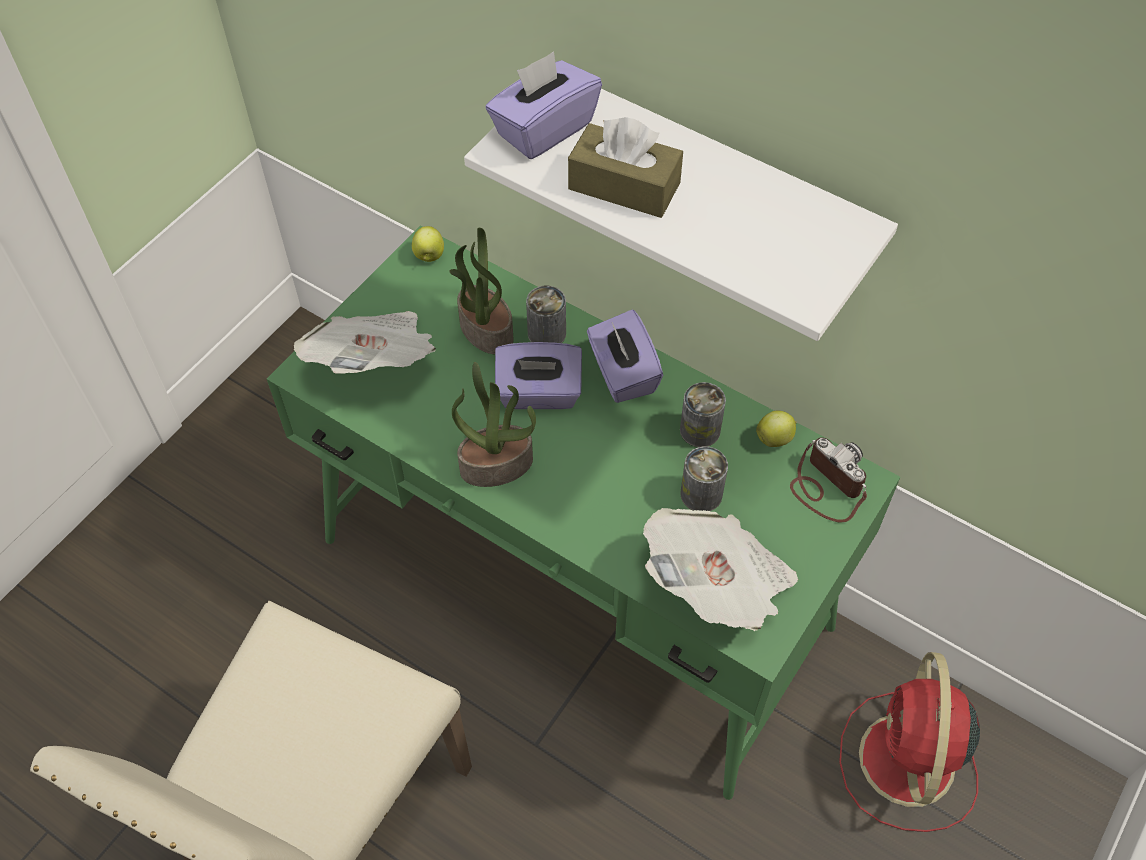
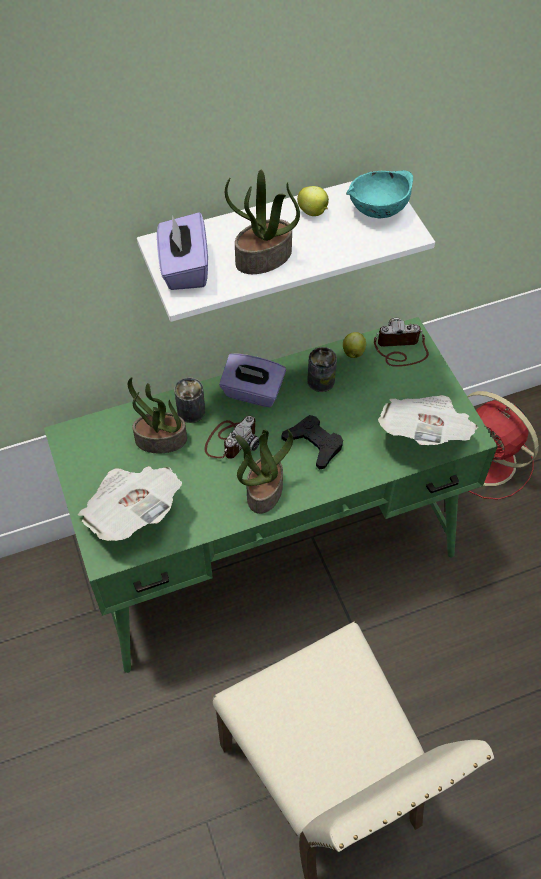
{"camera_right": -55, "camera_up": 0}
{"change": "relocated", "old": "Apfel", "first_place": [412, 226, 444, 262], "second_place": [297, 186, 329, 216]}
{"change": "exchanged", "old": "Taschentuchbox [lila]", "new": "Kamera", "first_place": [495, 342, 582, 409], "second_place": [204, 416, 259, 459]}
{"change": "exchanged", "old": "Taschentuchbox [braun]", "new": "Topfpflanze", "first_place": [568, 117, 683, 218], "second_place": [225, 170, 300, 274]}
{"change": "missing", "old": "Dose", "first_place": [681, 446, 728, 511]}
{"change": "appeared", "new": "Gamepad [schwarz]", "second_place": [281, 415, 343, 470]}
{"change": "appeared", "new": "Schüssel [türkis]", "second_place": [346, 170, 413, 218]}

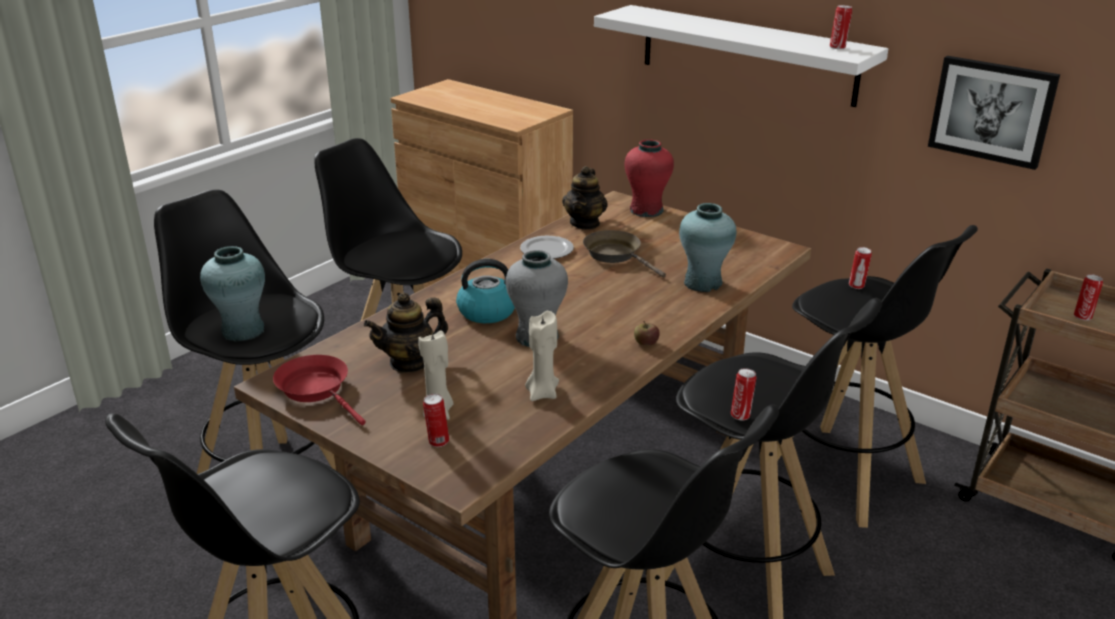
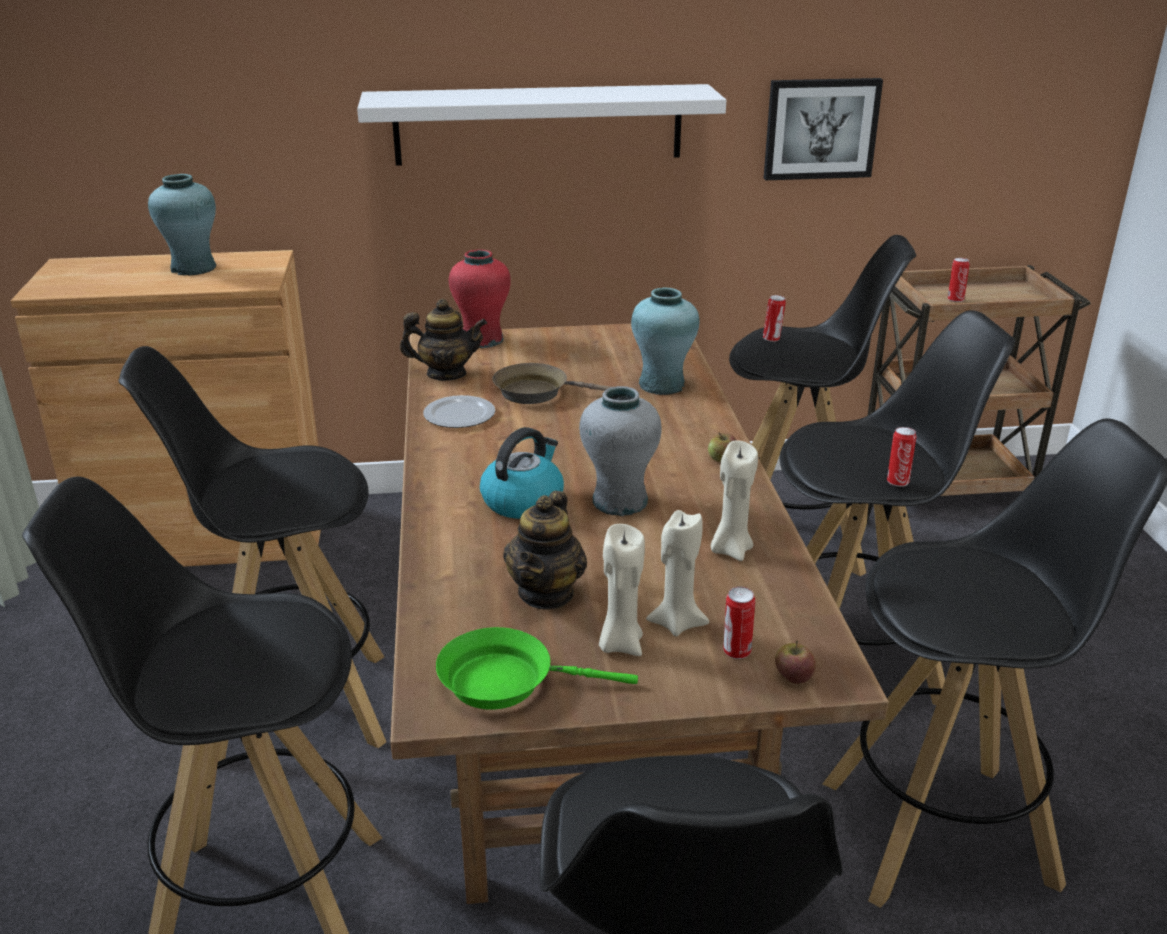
{"camera_right": -45, "camera_up": 0}
{"change": "relocated", "old": "Vase [türkis]", "first_place": [200, 246, 265, 341], "second_place": [148, 174, 216, 276]}
{"change": "colour", "old": "Pfanne [rot]", "new": "Pfanne [grün]", "first_place": [273, 355, 366, 425], "second_place": [436, 627, 638, 710]}
{"change": "spun", "old": "Teekanne", "first_place": [562, 166, 608, 230], "second_place": [400, 299, 487, 381], "degrees": -60}
{"change": "missing", "old": "Dose", "first_place": [830, 5, 852, 49]}
{"change": "appeared", "new": "Kerze [beige]", "second_place": [599, 524, 645, 656]}
{"change": "appeared", "new": "Apfel", "second_place": [775, 641, 816, 684]}

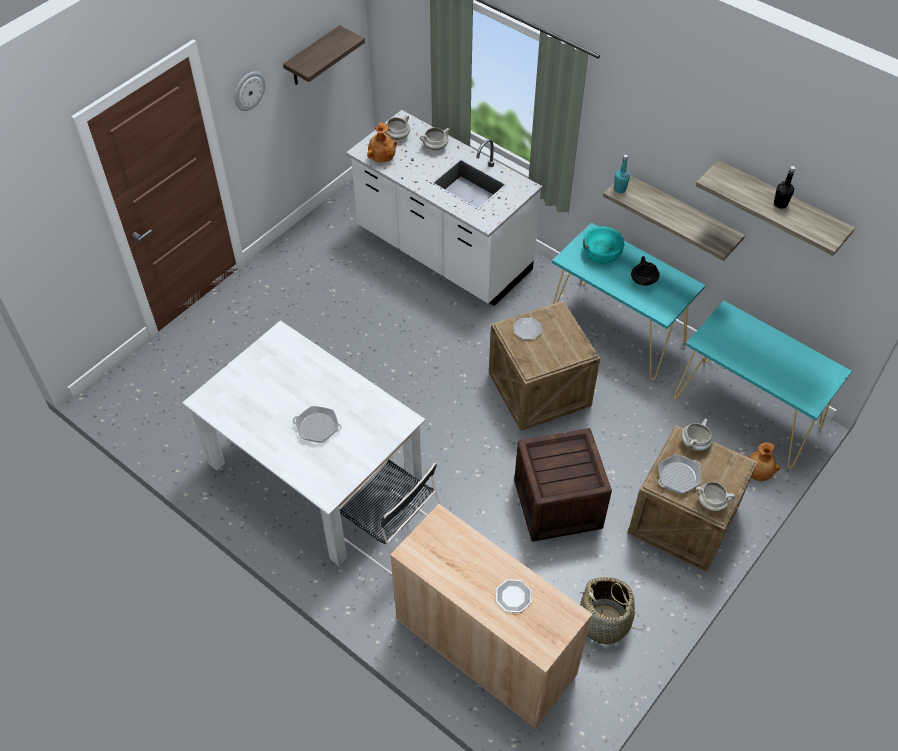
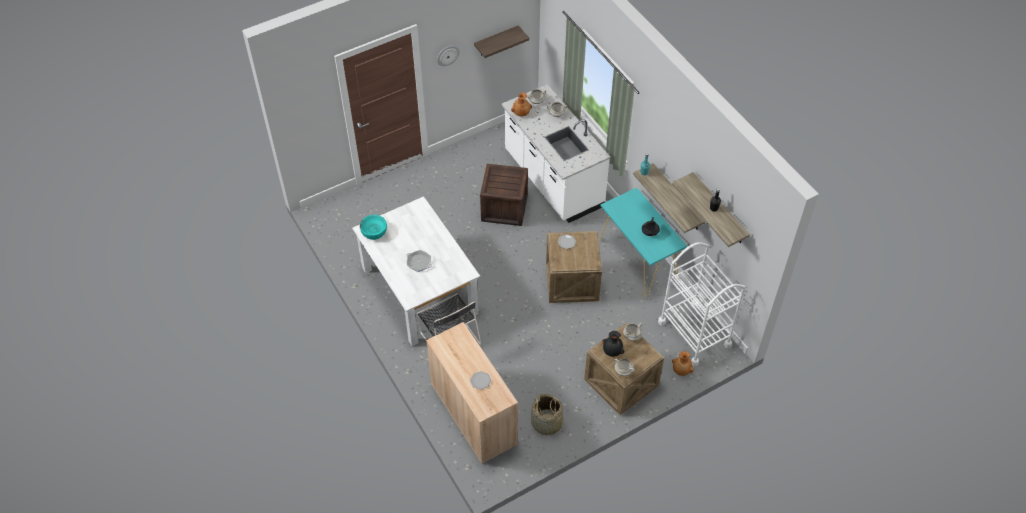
{"camera_right": 20, "camera_up": 0}
{"change": "relocated", "old": "Kiste", "first_place": [514, 428, 612, 542], "second_place": [480, 164, 528, 226]}
{"change": "relocated", "old": "Schüssel [türkis]", "first_place": [583, 227, 625, 264], "second_place": [360, 215, 387, 240]}
{"change": "exchanged", "old": "Pfanne", "new": "Vase [schwarz]", "first_place": [658, 454, 701, 494], "second_place": [603, 331, 624, 357]}
{"change": "exchanged", "old": "Konsolentisch [türkis]", "new": "Rollwagen [weiß]", "first_place": [674, 301, 852, 468], "second_place": [658, 242, 746, 366]}

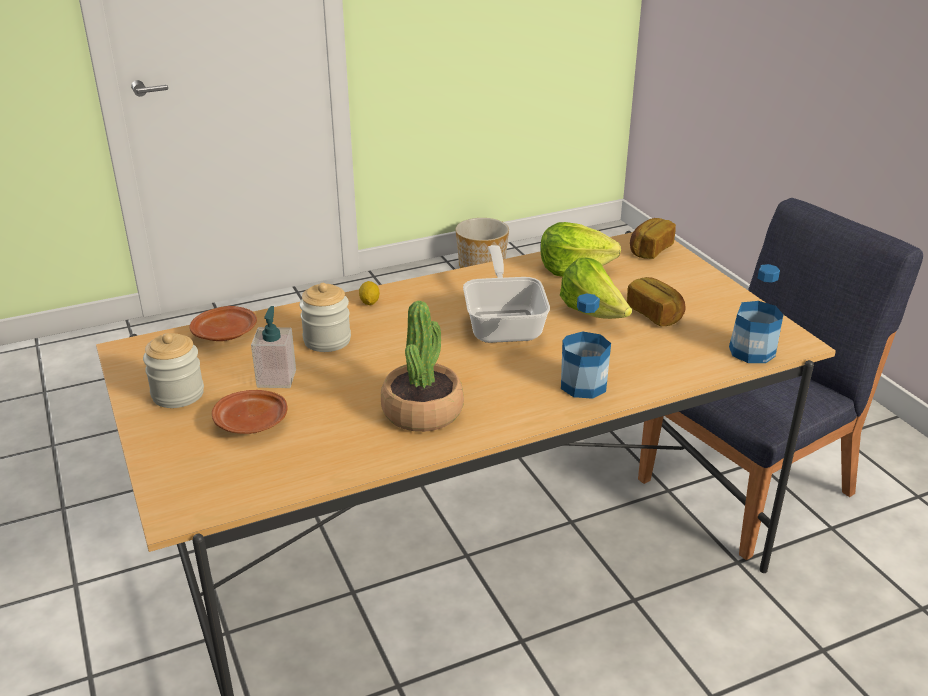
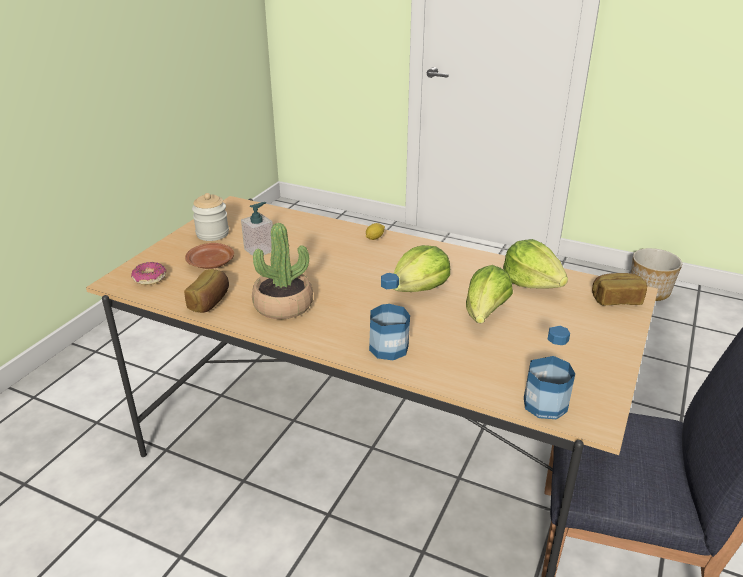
{"camera_right": 50, "camera_up": 0}
{"change": "missing", "old": "Teller [braun]", "first_place": [189, 306, 257, 341]}
{"change": "missing", "old": "Vorratsglas", "first_place": [299, 283, 351, 352]}
{"change": "exchanged", "old": "Pfanne", "new": "Salatkopf", "first_place": [463, 245, 550, 343], "second_place": [394, 245, 450, 292]}
{"change": "relocated", "old": "Brot", "first_place": [627, 277, 686, 326], "second_place": [184, 269, 229, 313]}
{"change": "appeared", "new": "Donut", "second_place": [131, 262, 167, 285]}

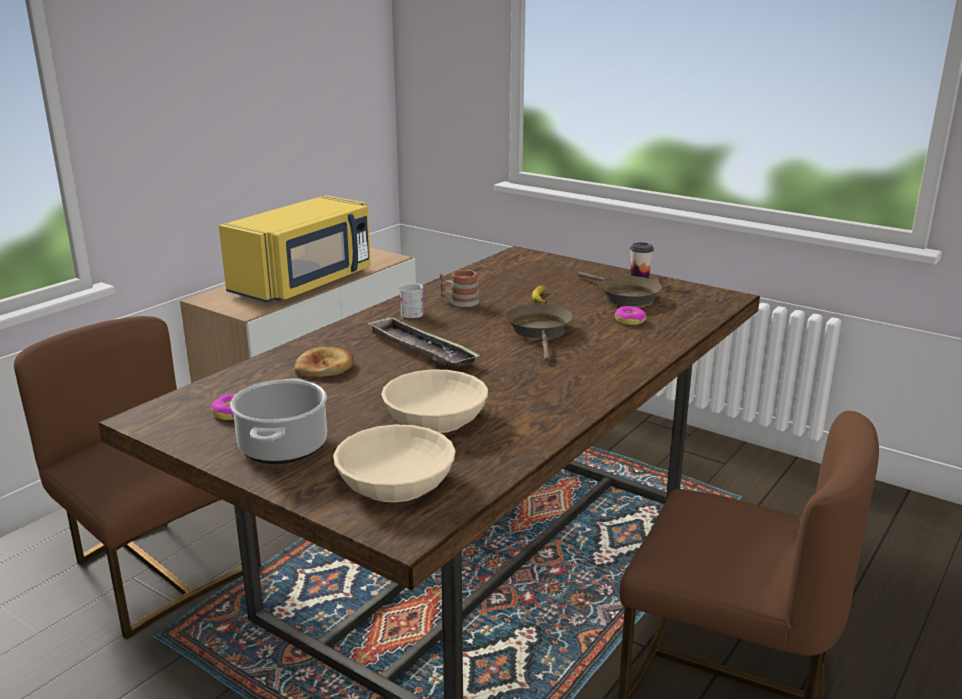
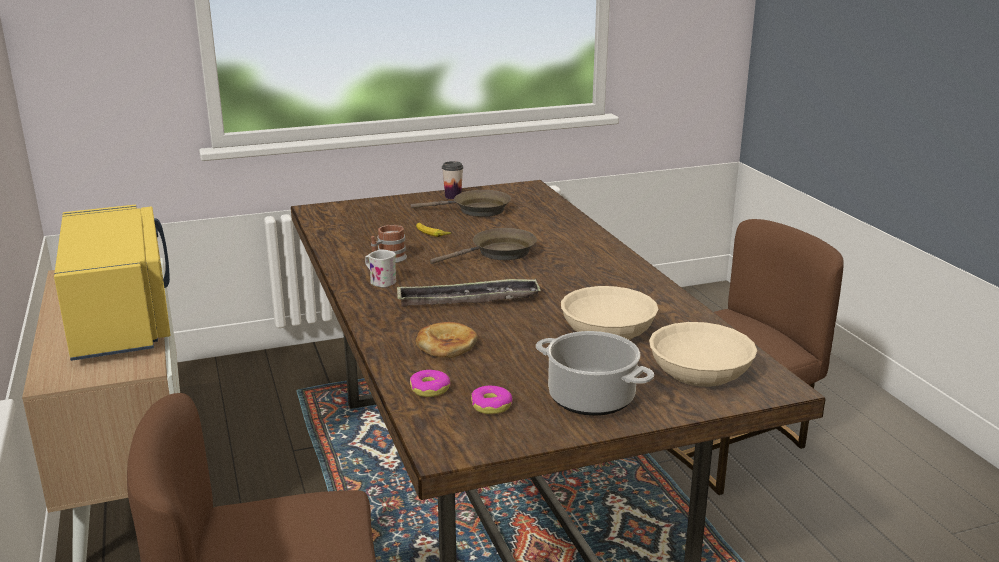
{"camera_right": -55, "camera_up": 0}
{"change": "spun", "old": "Pfanne [braun]", "first_place": [505, 303, 573, 362], "second_place": [430, 228, 537, 264], "degrees": 120}
{"change": "relocated", "old": "Donut", "first_place": [615, 306, 646, 325], "second_place": [410, 370, 450, 397]}

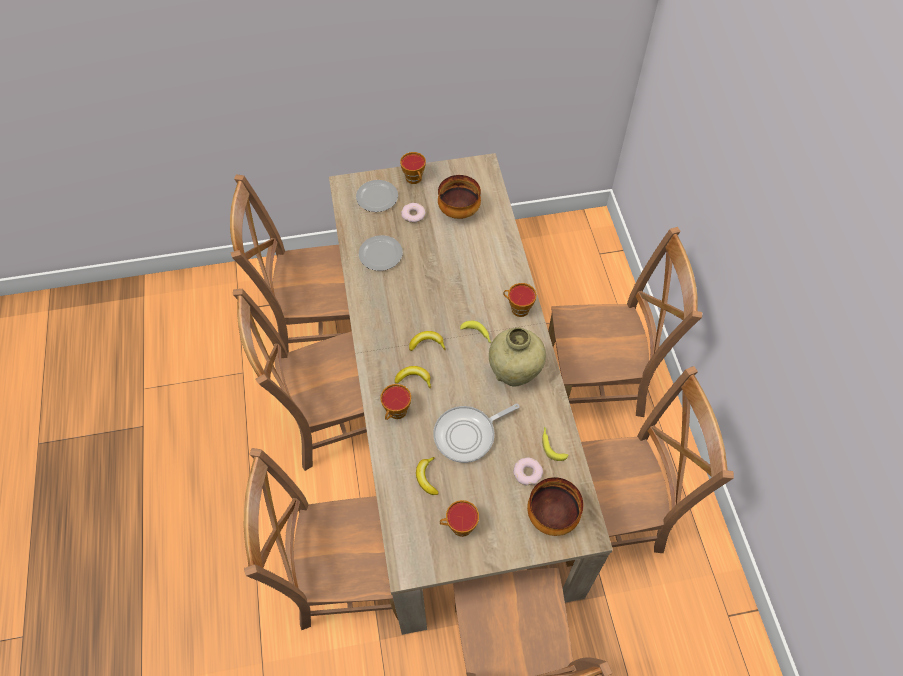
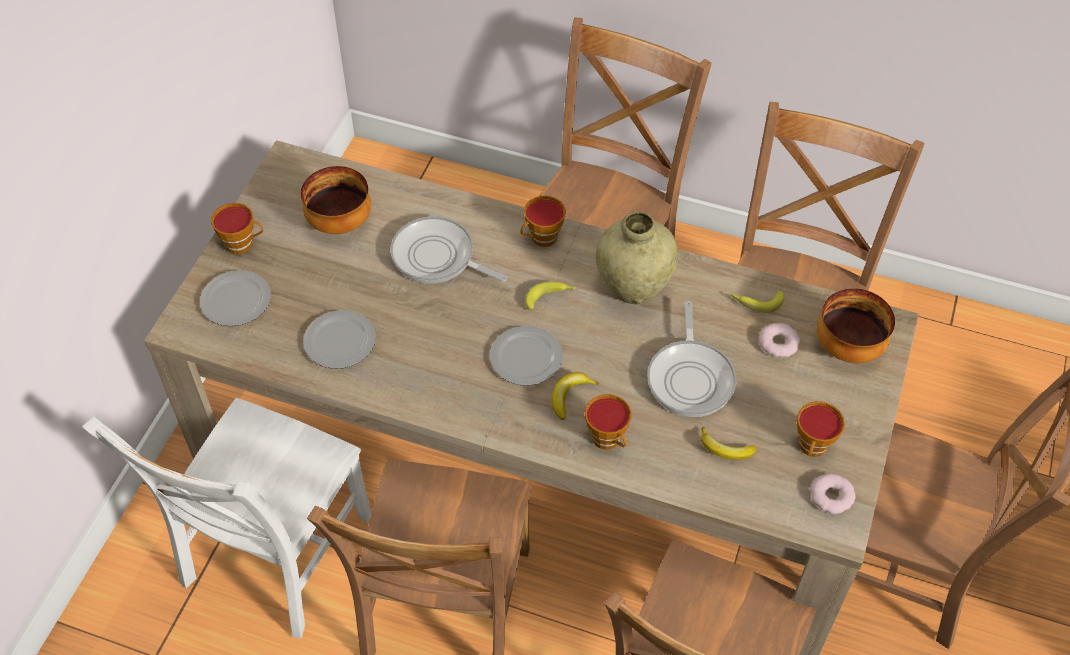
{"camera_right": -60, "camera_up": -5}
{"change": "colour", "old": "Stuhl [braun]", "new": "Stuhl [weiß]", "first_place": [230, 175, 350, 353], "second_place": [82, 398, 371, 638]}
{"change": "relocated", "old": "Donut", "first_place": [401, 203, 426, 223], "second_place": [811, 473, 855, 514]}
{"change": "exchanged", "old": "Banane", "new": "Teller", "first_place": [409, 331, 446, 351], "second_place": [490, 326, 563, 386]}
{"change": "appeared", "new": "Pfanne", "second_place": [390, 216, 507, 284]}

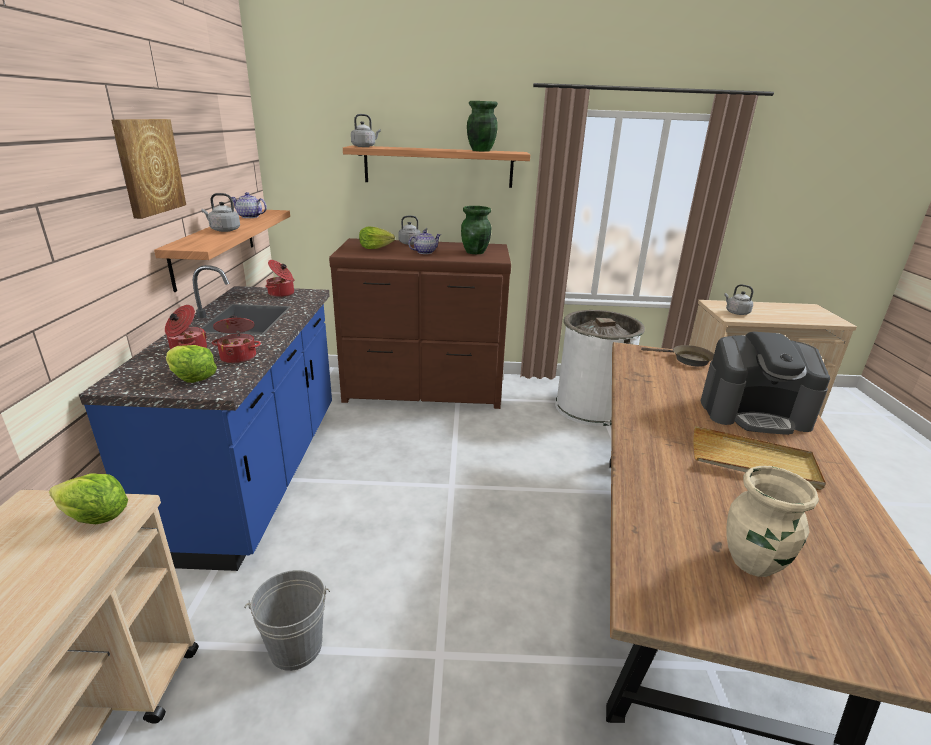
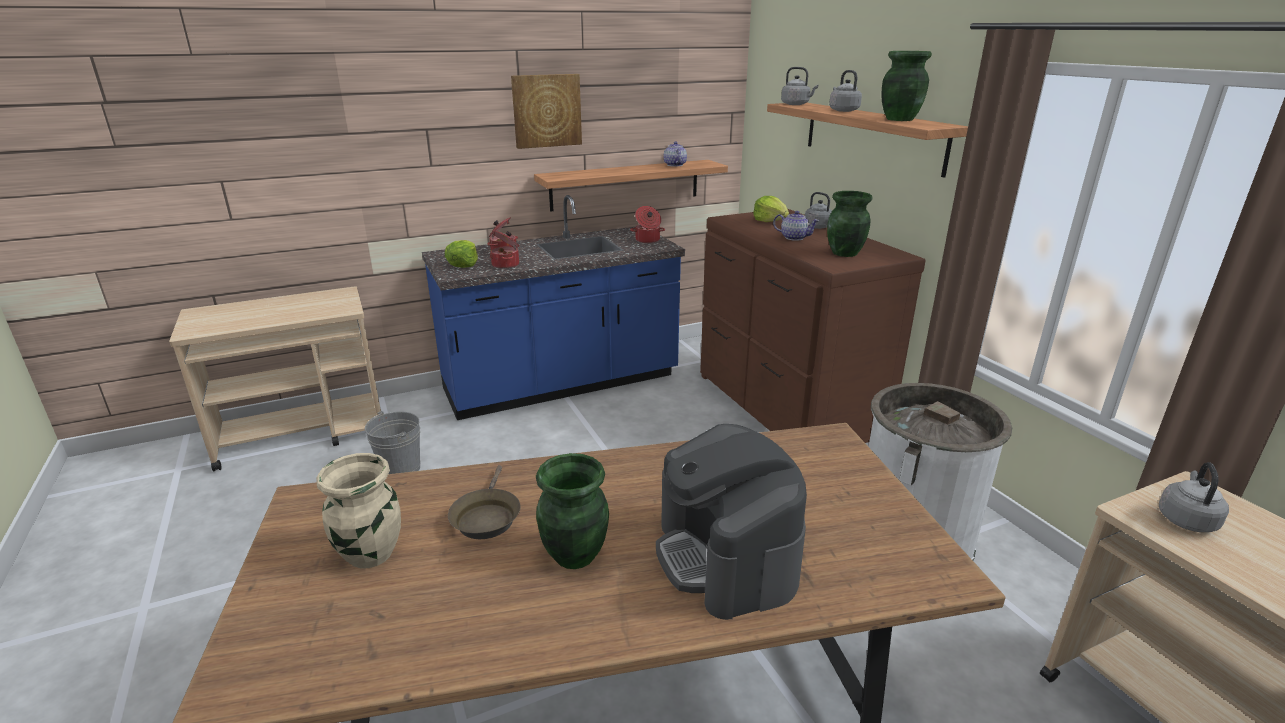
{"camera_right": 65, "camera_up": 0}
{"change": "missing", "old": "Salatkopf", "first_place": [49, 473, 128, 524]}
{"change": "relocated", "old": "Wasserkessel [grau]", "first_place": [201, 193, 240, 232], "second_place": [829, 70, 862, 112]}
{"change": "relocated", "old": "Pfanne [braun]", "first_place": [641, 345, 714, 367], "second_place": [448, 465, 521, 539]}
{"change": "exchanged", "old": "Tablett [beige]", "new": "Vase [grün]", "first_place": [693, 426, 826, 490], "second_place": [536, 453, 609, 569]}

